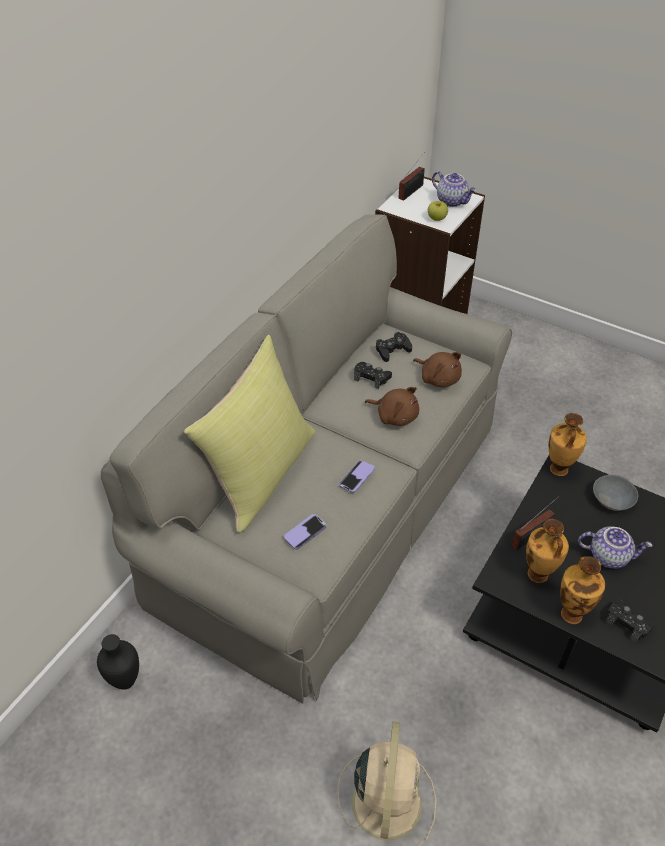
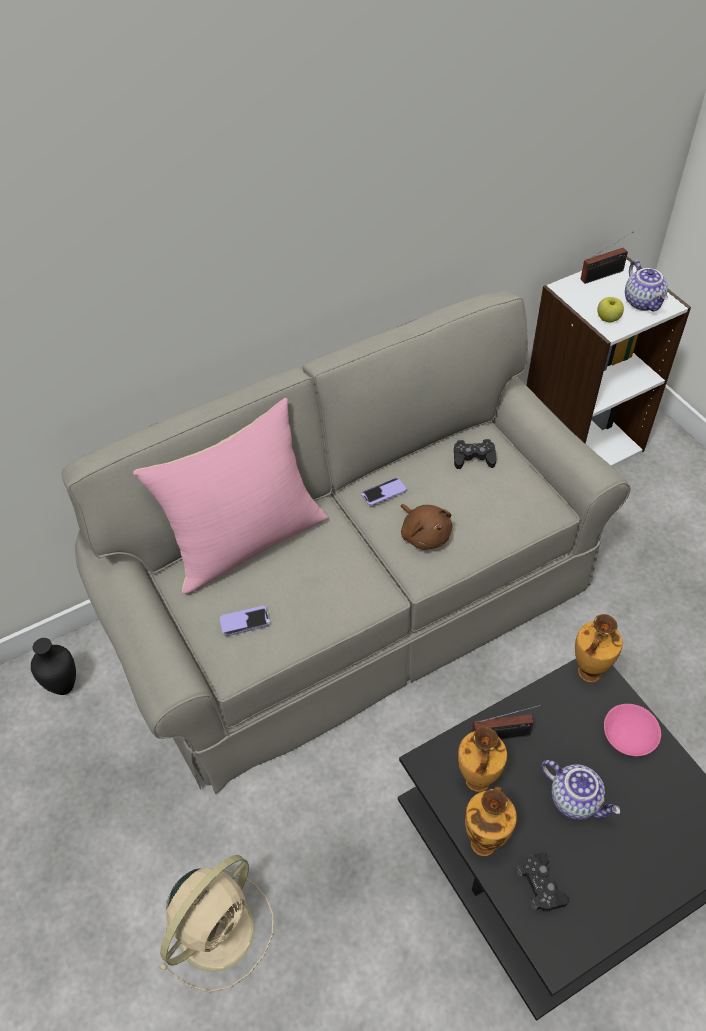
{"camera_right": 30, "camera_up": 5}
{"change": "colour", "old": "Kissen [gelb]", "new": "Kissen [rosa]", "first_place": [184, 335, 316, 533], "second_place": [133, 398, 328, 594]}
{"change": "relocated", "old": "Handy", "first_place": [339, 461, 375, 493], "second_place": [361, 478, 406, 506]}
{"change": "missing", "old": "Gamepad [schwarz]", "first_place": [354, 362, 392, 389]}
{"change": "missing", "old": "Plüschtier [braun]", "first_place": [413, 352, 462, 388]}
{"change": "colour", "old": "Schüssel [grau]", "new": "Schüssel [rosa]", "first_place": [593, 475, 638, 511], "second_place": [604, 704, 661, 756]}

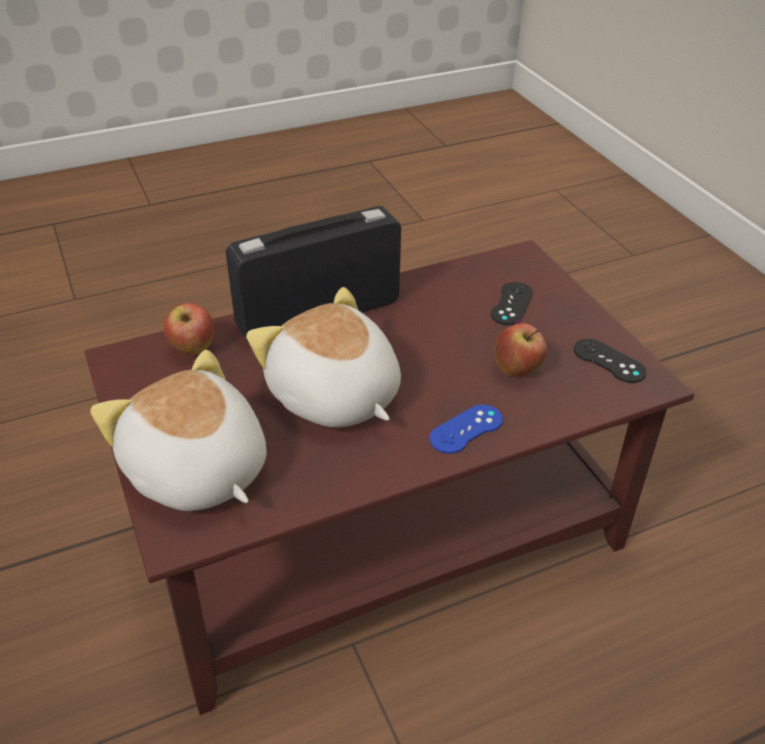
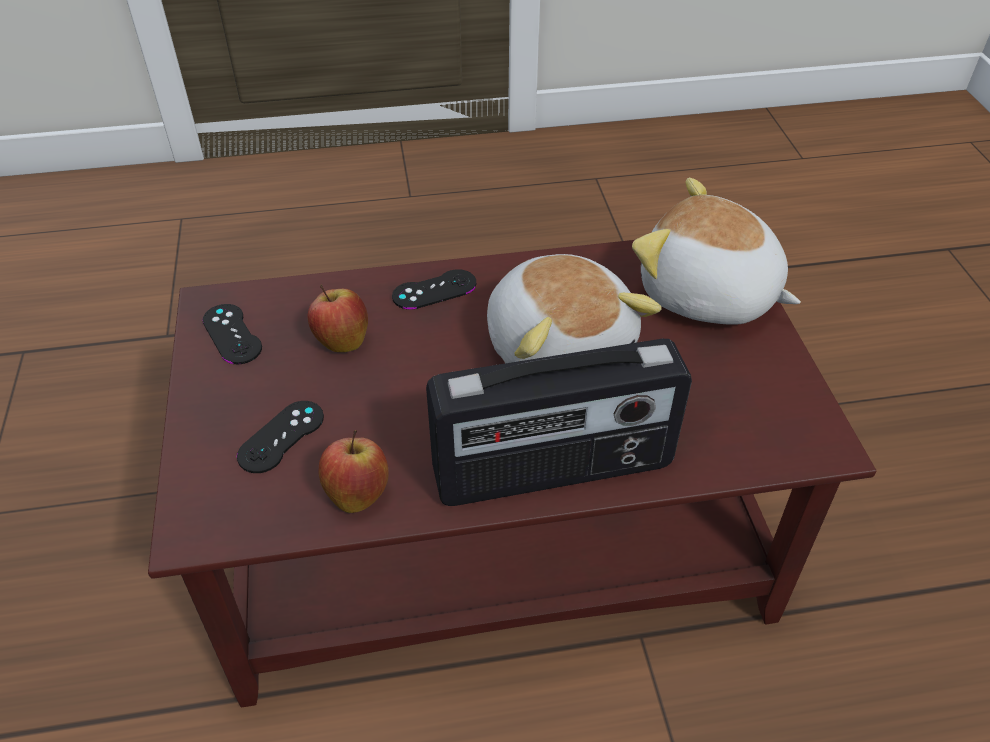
{"camera_right": -165, "camera_up": 5}
{"change": "spun", "old": "Plüschtier", "first_place": [90, 350, 267, 511], "second_place": [632, 178, 801, 325], "degrees": 150}
{"change": "relocated", "old": "Apfel", "first_place": [163, 303, 214, 355], "second_place": [319, 430, 388, 513]}
{"change": "colour", "old": "Gamepad [blau]", "new": "Gamepad [schwarz]", "first_place": [429, 404, 503, 454], "second_place": [392, 269, 476, 310]}

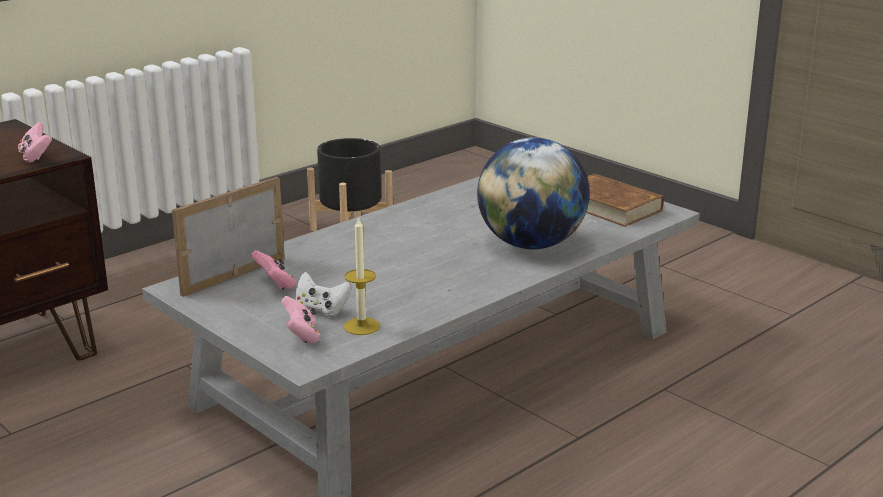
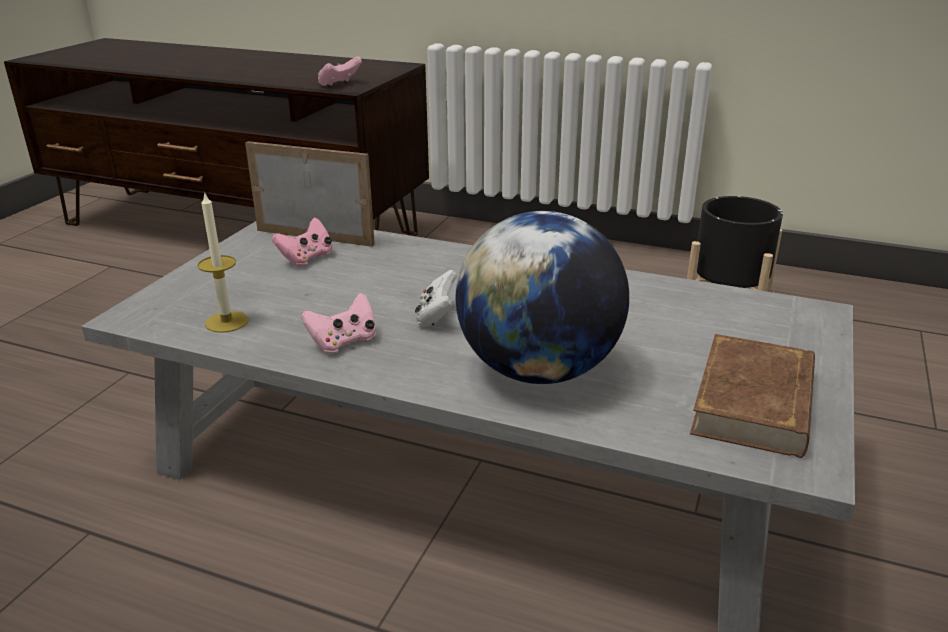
{"camera_right": 65, "camera_up": 5}
{"change": "relocated", "old": "Gamepad [rosa]", "first_place": [281, 296, 320, 344], "second_place": [301, 293, 376, 353]}
{"change": "relocated", "old": "Gamepad [weiß]", "first_place": [295, 272, 352, 317], "second_place": [415, 270, 457, 327]}

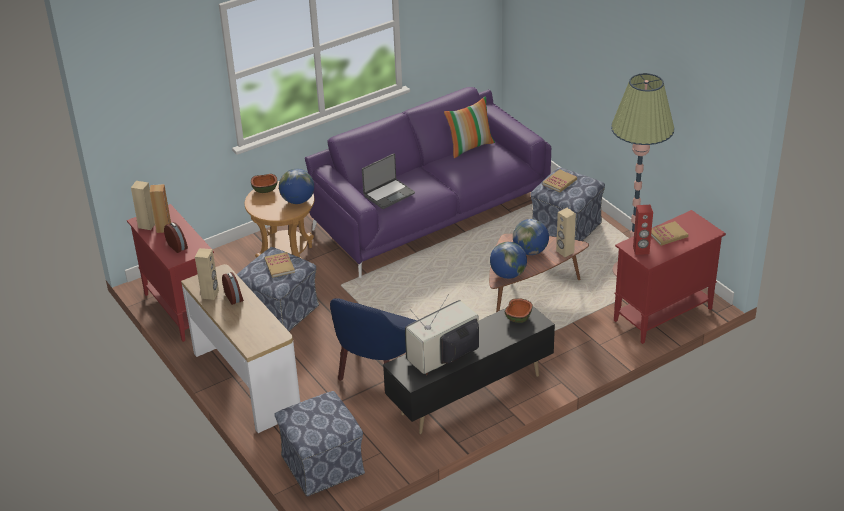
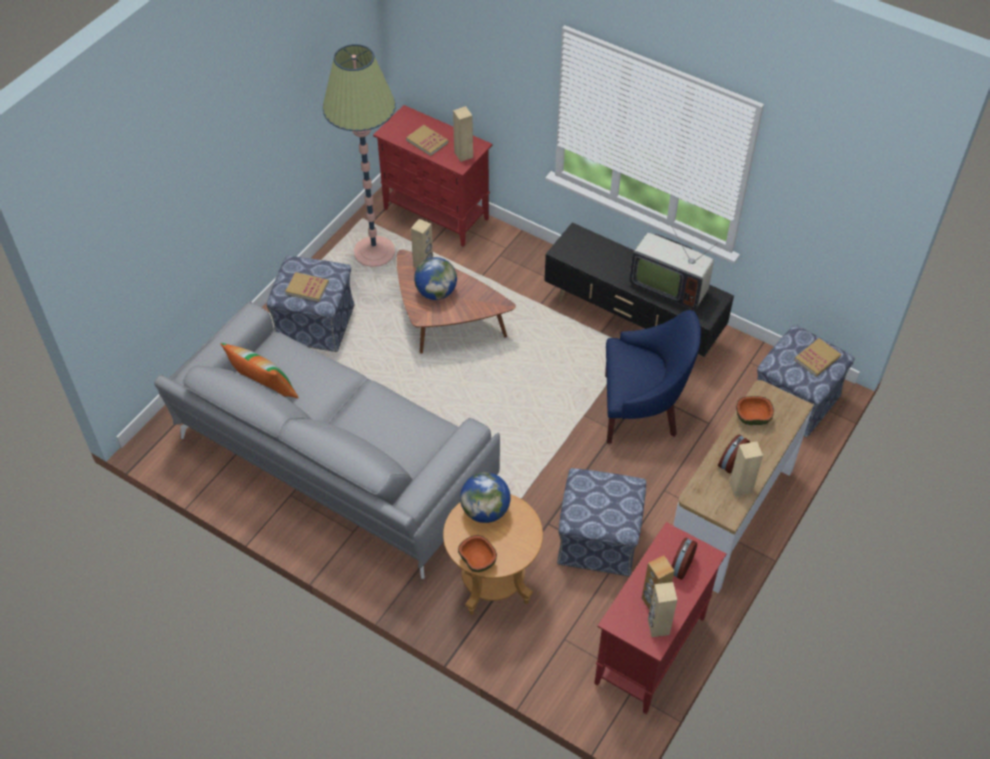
{"camera_right": -115, "camera_up": 15}
{"change": "relocated", "old": "Buch", "first_place": [265, 252, 295, 278], "second_place": [795, 338, 841, 376]}
{"change": "colour", "old": "Sofa [lila]", "new": "Sofa [grau]", "first_place": [305, 87, 551, 278], "second_place": [154, 301, 500, 579]}
{"change": "missing", "old": "Laptop", "first_place": [362, 154, 415, 209]}
{"change": "missing", "old": "Globus", "first_place": [490, 242, 527, 279]}
{"change": "relocated", "old": "Schüssel", "first_place": [505, 298, 533, 323], "second_place": [736, 396, 774, 425]}
{"change": "colour", "old": "Lautsprecher [rot]", "new": "Lautsprecher [beige]", "first_place": [633, 205, 653, 255], "second_place": [453, 106, 473, 162]}

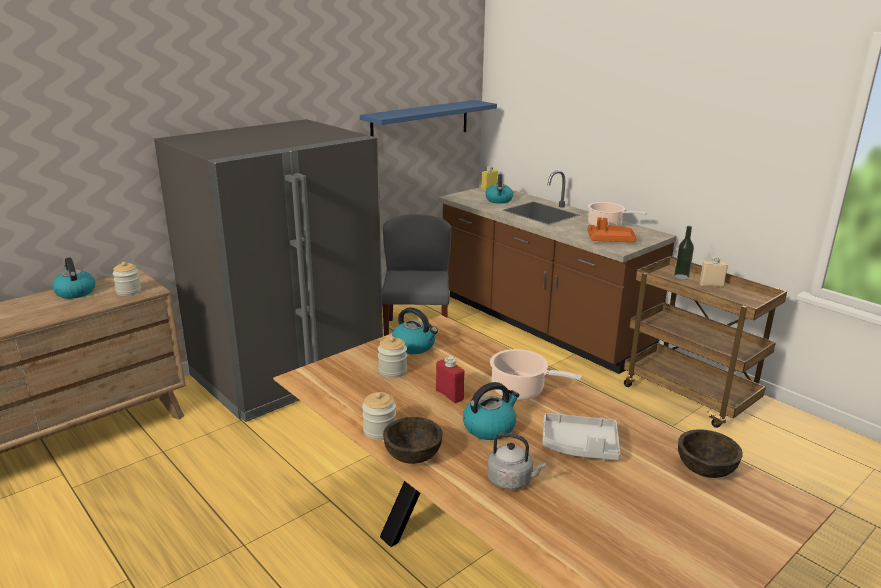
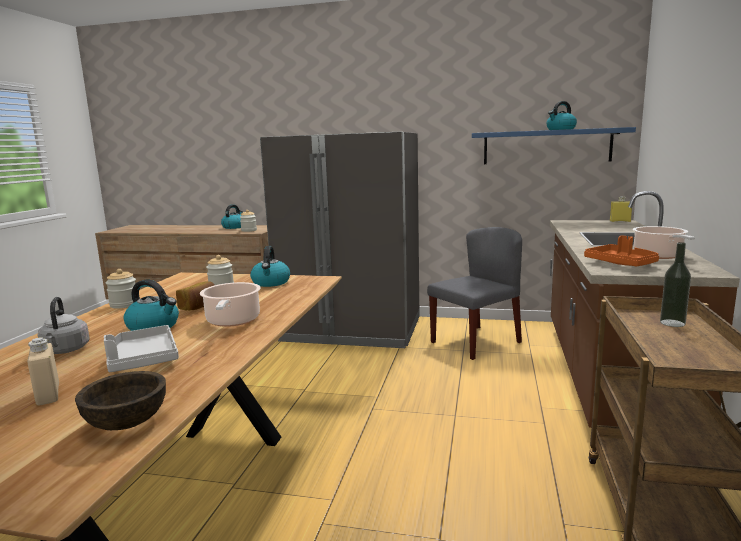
{"camera_right": 55, "camera_up": -10}
{"change": "missing", "old": "Schüssel [braun]", "first_place": [383, 417, 443, 464]}
{"change": "exchanged", "old": "Flasche [rot]", "new": "Brot", "first_place": [436, 356, 464, 403], "second_place": [176, 281, 215, 310]}
{"change": "relocated", "old": "Wasserkessel", "first_place": [485, 174, 513, 204], "second_place": [546, 101, 577, 130]}
{"change": "relocated", "old": "Flasche [beige]", "first_place": [699, 256, 728, 287], "second_place": [27, 337, 59, 406]}

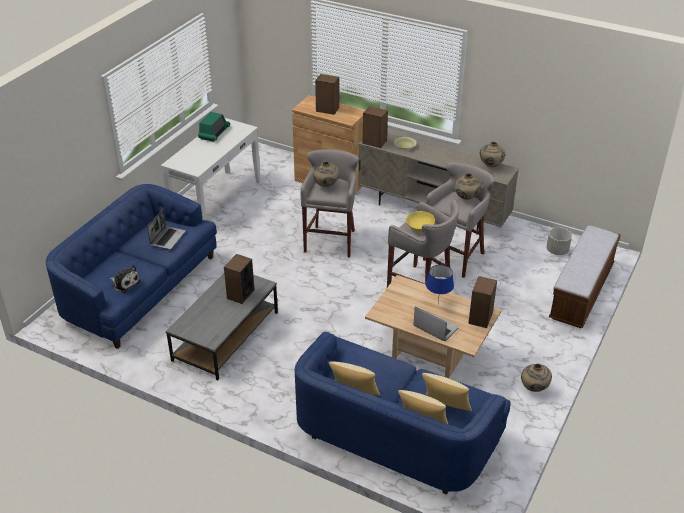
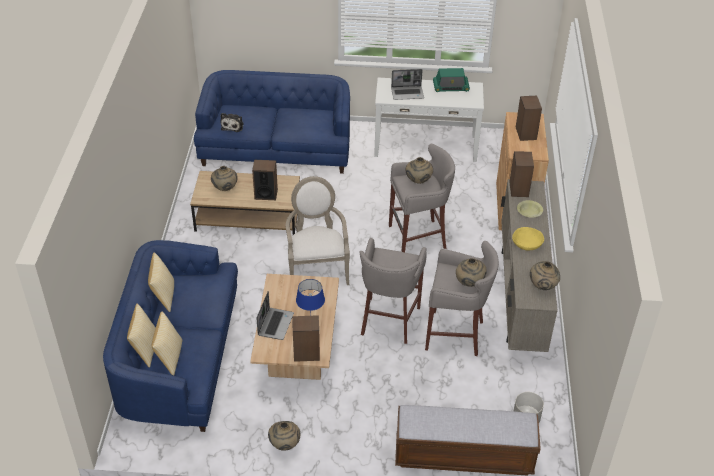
{"camera_right": 65, "camera_up": 5}
{"change": "relocated", "old": "Laptop", "first_place": [147, 209, 186, 250], "second_place": [391, 69, 424, 100]}
{"change": "colour", "old": "Couchtisch [grau]", "new": "Couchtisch [braun]", "first_place": [166, 274, 278, 380], "second_place": [190, 171, 300, 235]}
{"change": "relocated", "old": "Schüssel [gelb]", "first_place": [406, 211, 435, 232], "second_place": [512, 227, 544, 250]}
{"change": "appeared", "new": "Vase [beige]", "second_place": [211, 166, 238, 191]}
{"change": "appeared", "new": "Sessel", "second_place": [286, 176, 350, 285]}

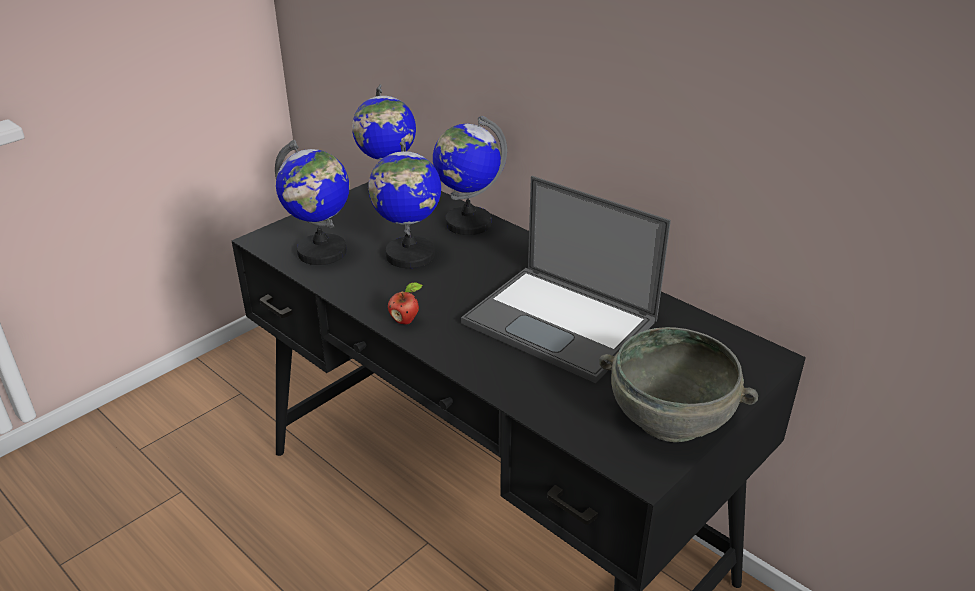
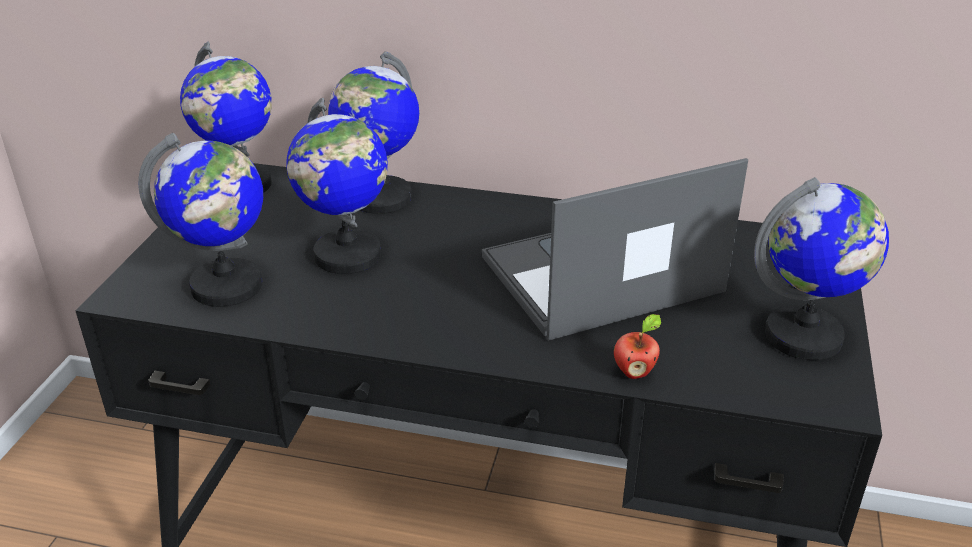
{"camera_right": -30, "camera_up": 0}
{"change": "relocated", "old": "Apfel", "first_place": [388, 282, 422, 324], "second_place": [614, 314, 661, 379]}
{"change": "spun", "old": "Laptop", "first_place": [461, 176, 671, 383], "second_place": [482, 158, 748, 341], "degrees": 150}
{"change": "exchanged", "old": "Schüssel [grau]", "new": "Globus", "first_place": [599, 327, 758, 442], "second_place": [754, 177, 889, 360]}

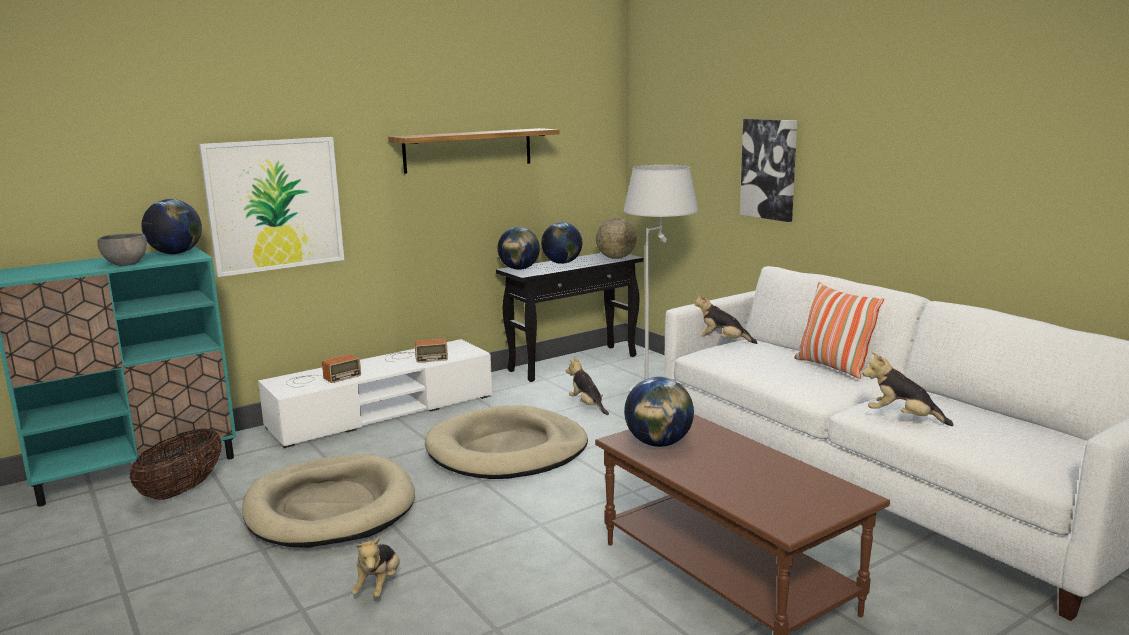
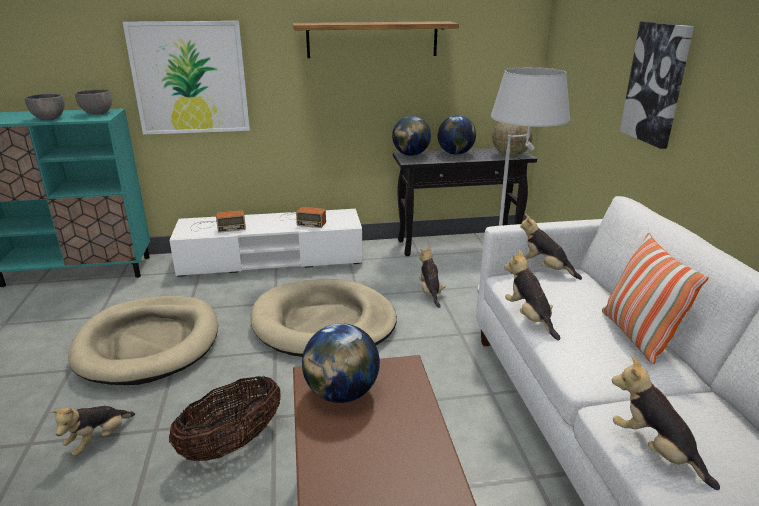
{"camera_right": 25, "camera_up": 10}
{"change": "relocated", "old": "Korb", "first_place": [129, 429, 222, 500], "second_place": [169, 376, 281, 461]}
{"change": "exchanged", "old": "Globus", "new": "Schüssel [grau]", "first_place": [142, 199, 202, 254], "second_place": [75, 89, 112, 115]}
{"change": "appeared", "new": "Plüschtier", "second_place": [504, 250, 560, 340]}

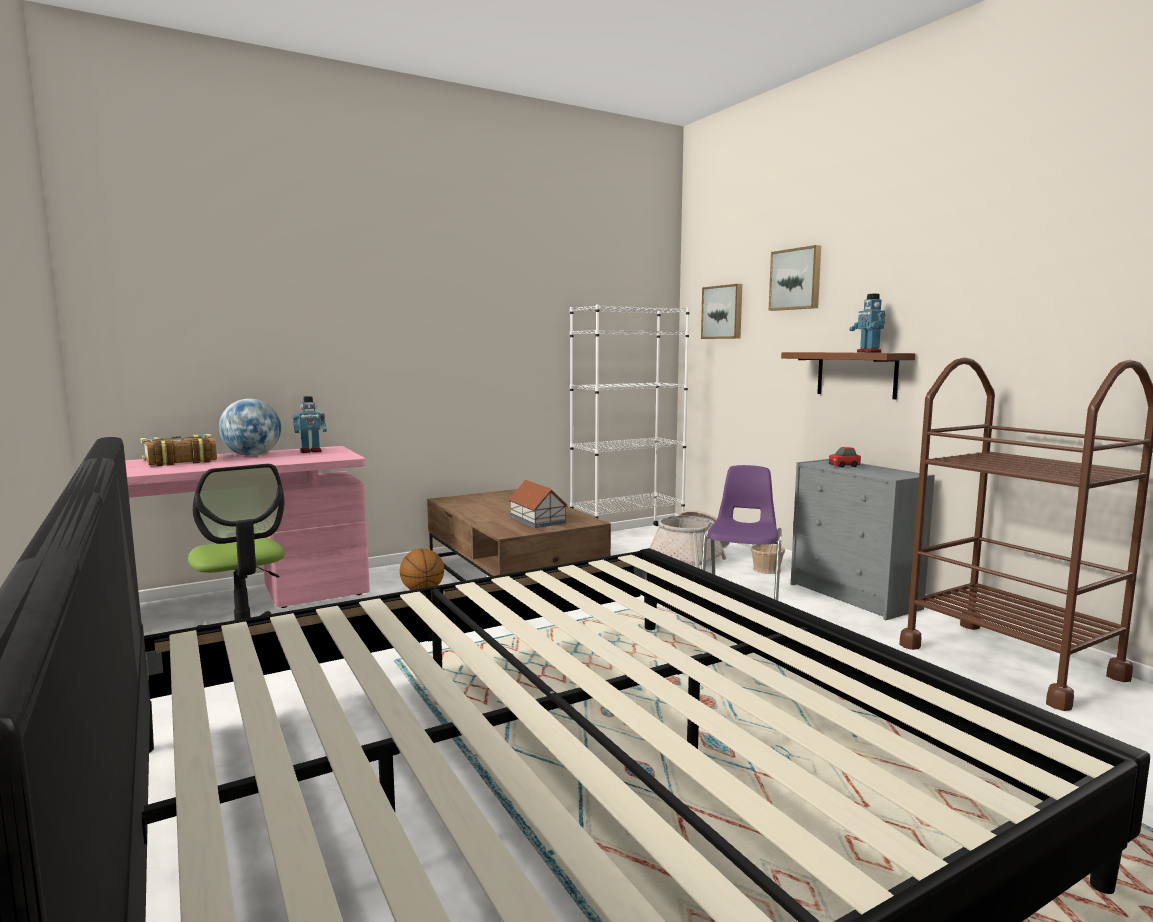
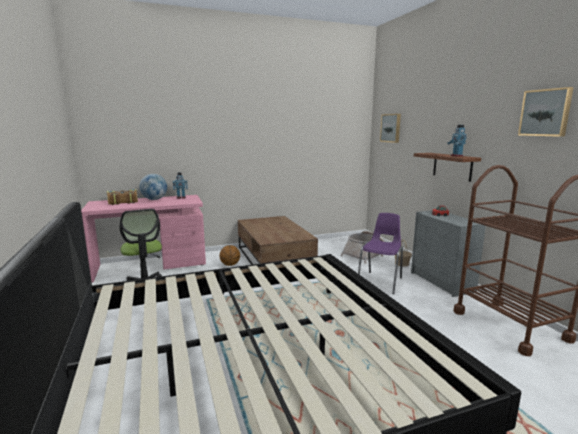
{"camera_right": 10, "camera_up": 5}
{"change": "missing", "old": "Spielzeughaus", "first_place": [508, 480, 568, 528]}
{"change": "missing", "old": "Bücherregal [weiß]", "first_place": [570, 304, 690, 526]}
{"change": "relocated", "old": "Bild", "first_place": [769, 245, 821, 311], "second_place": [518, 87, 574, 137]}

